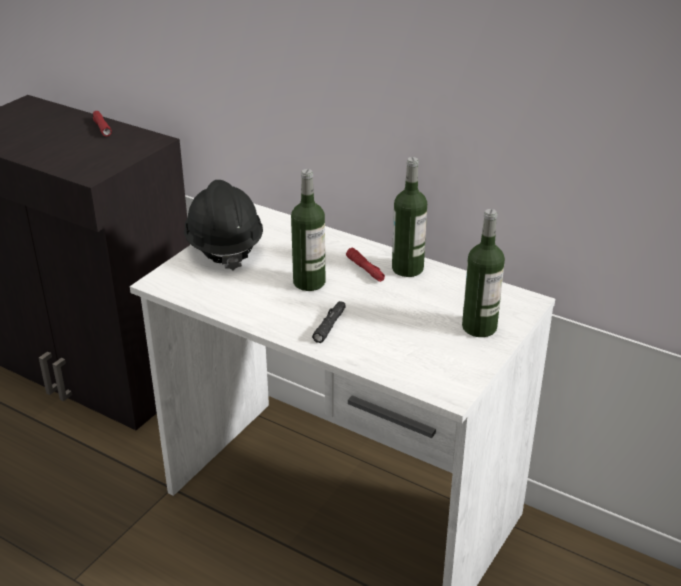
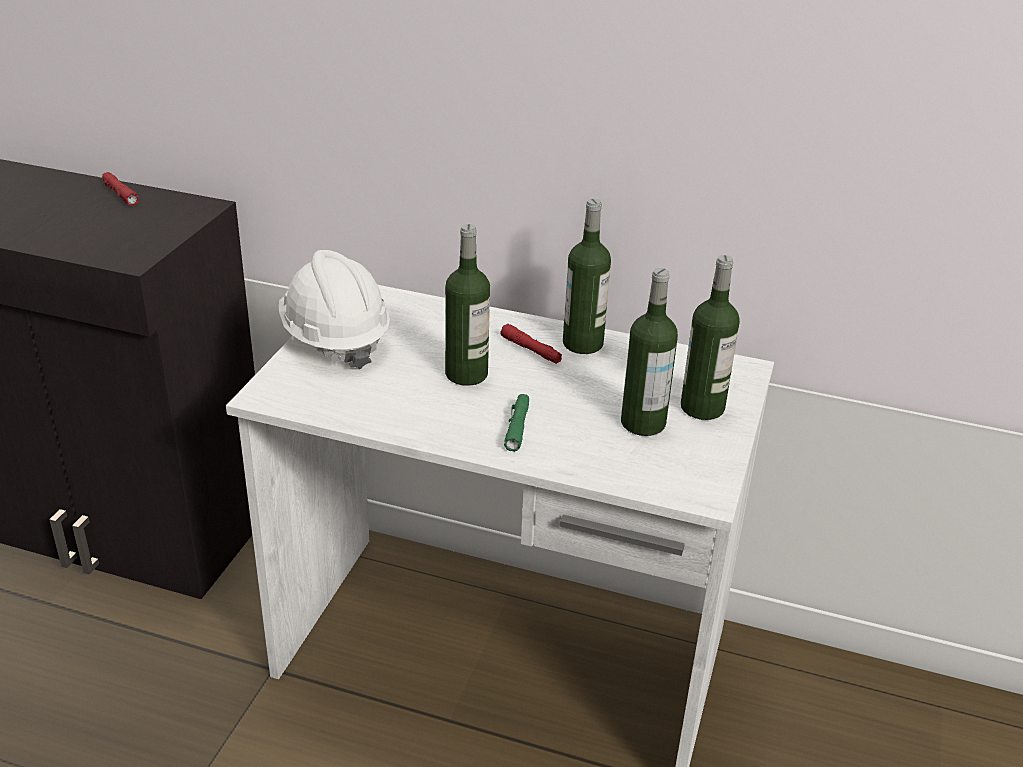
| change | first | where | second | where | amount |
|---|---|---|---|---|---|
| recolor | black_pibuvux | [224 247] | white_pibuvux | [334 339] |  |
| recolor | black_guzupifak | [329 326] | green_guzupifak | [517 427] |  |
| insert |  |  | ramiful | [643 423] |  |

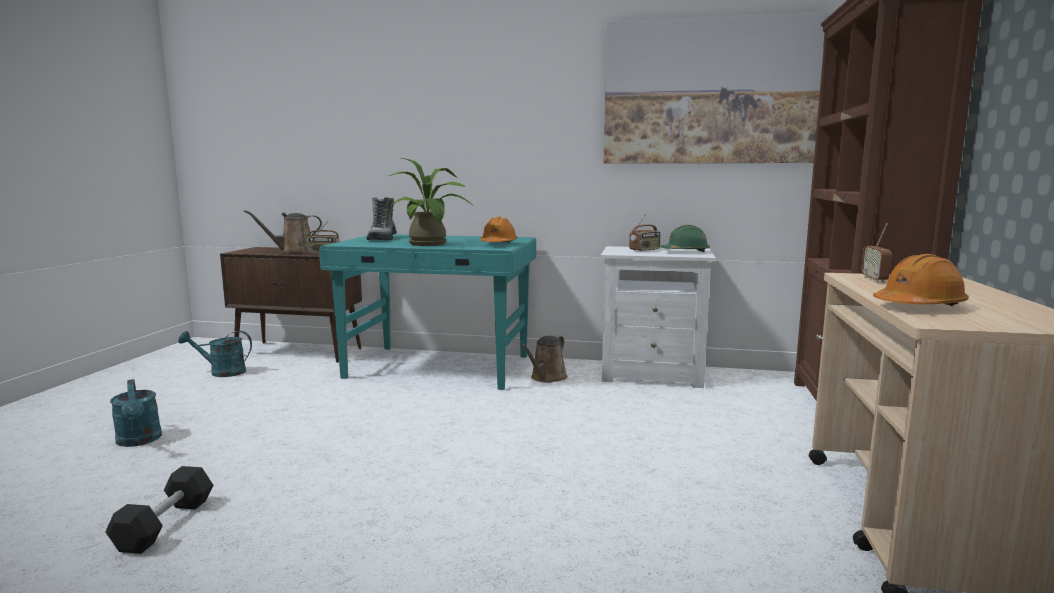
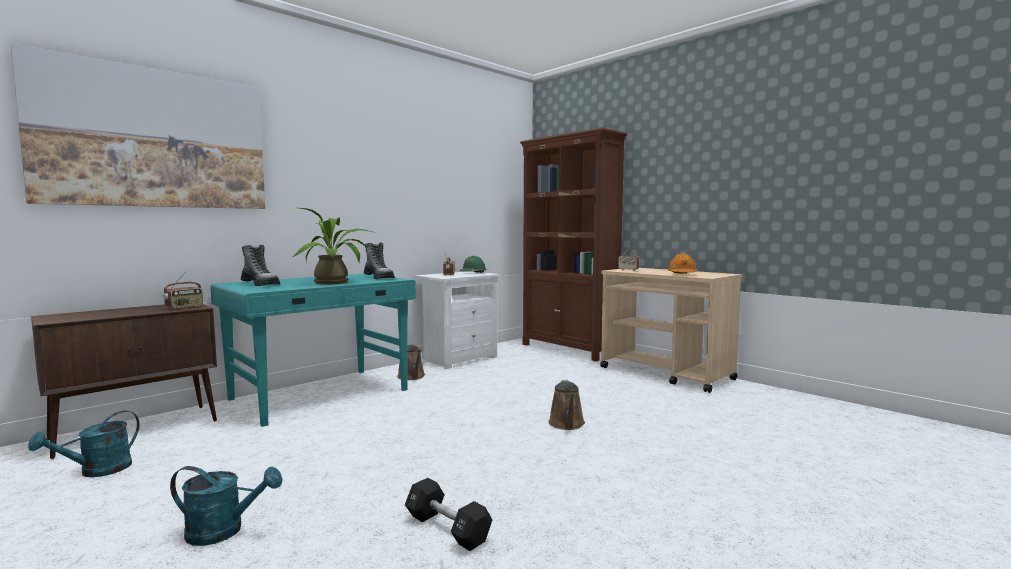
| change | first | where | second | where | amount |
|---|---|---|---|---|---|
| move | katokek | [709 92] |  | [155 139] |  |
| replace | orange_pibuvux | [498 244] | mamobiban | [379 278] |  |
| move | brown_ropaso | [294 251] |  | [567 424] |  |

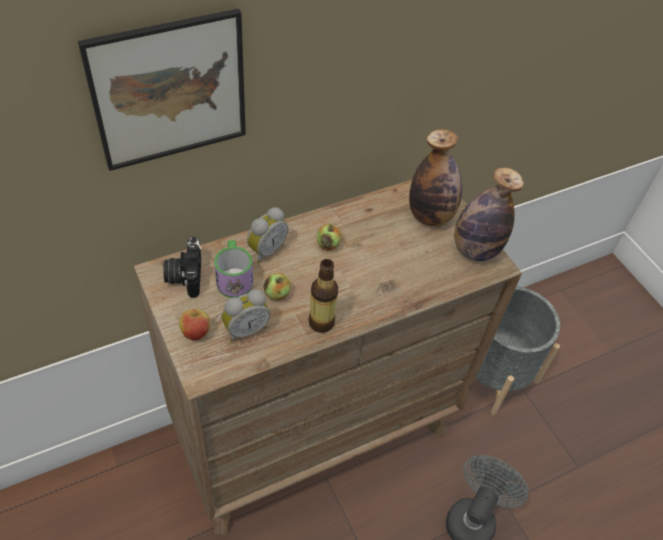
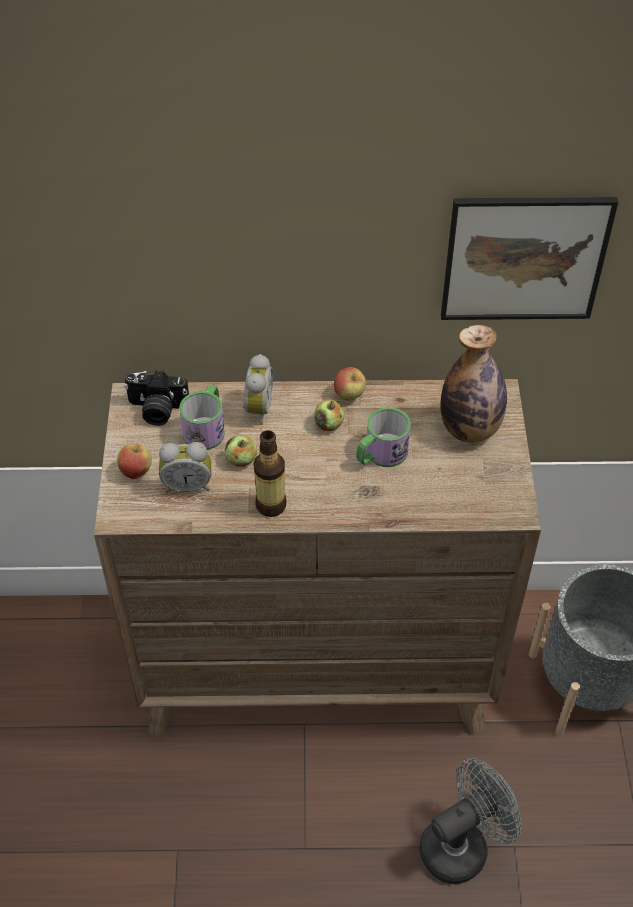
| change | first | where | second | where | amount |
|---|---|---|---|---|---|
| rotate | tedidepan | [185 276] |  | [157 410] | 105 degrees counterclockwise |
| rotate | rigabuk | [265 250] |  | [256 409] | 60 degrees counterclockwise |
| insert |  |  | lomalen | [349 396] |  |
| insert |  |  | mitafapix | [380 454] |  |
| move | katokek | [169 91] |  | [524 258] |  |
| delete | ramiful | [475 250] |  |  |  |

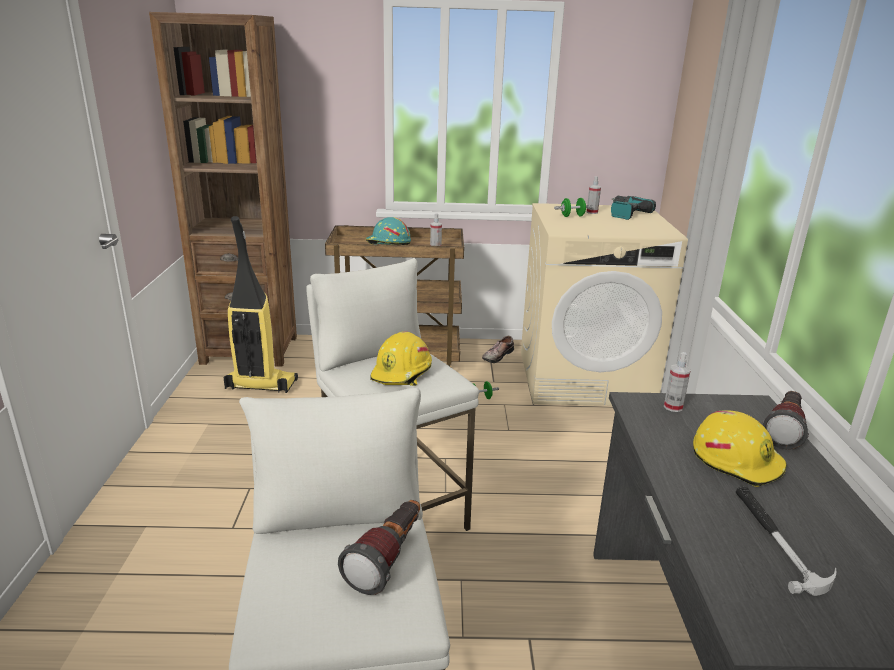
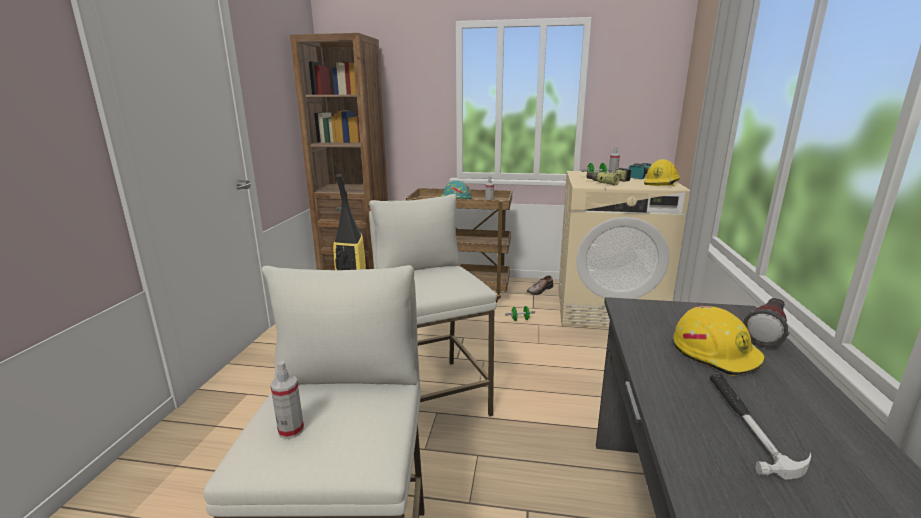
| change | first | where | second | where | amount |
|---|---|---|---|---|---|
| move | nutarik | [673 407] |  | [291 430] |  |
| insert |  |  | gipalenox | [608 181] |  |
| move | yellow_pibuvux | [402 373] |  | [661 183] |  |
| delete | guzupifak | [388 558] |  |  |  |

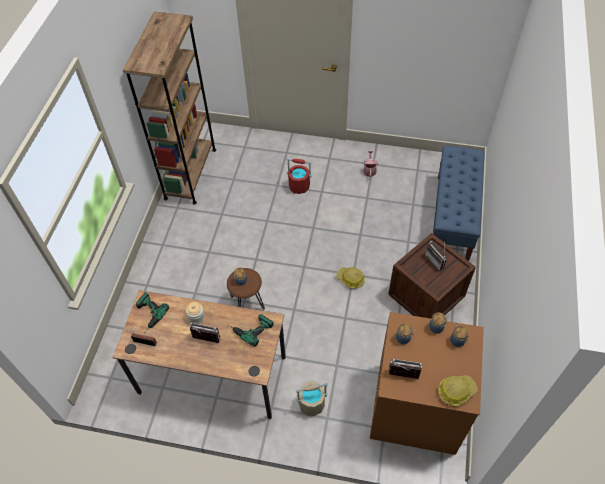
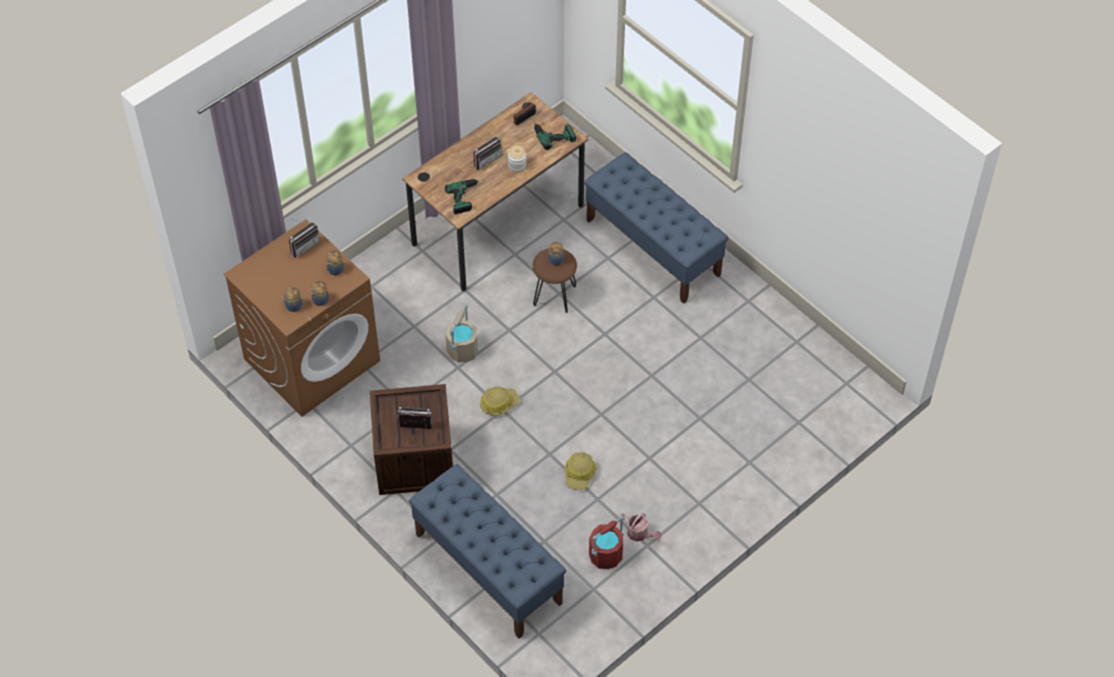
| change | first | where | second | where | amount |
|---|---|---|---|---|---|
| move | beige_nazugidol | [311 404] |  | [462 350] |  |
| move | pibuvux | [456 391] |  | [580 474] |  |
| insert |  |  | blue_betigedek | [653 248] |  |
| move | red_nazugidol | [299 186] |  | [605 555] |  |
| delete | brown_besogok | [190 173] |  |  |  |

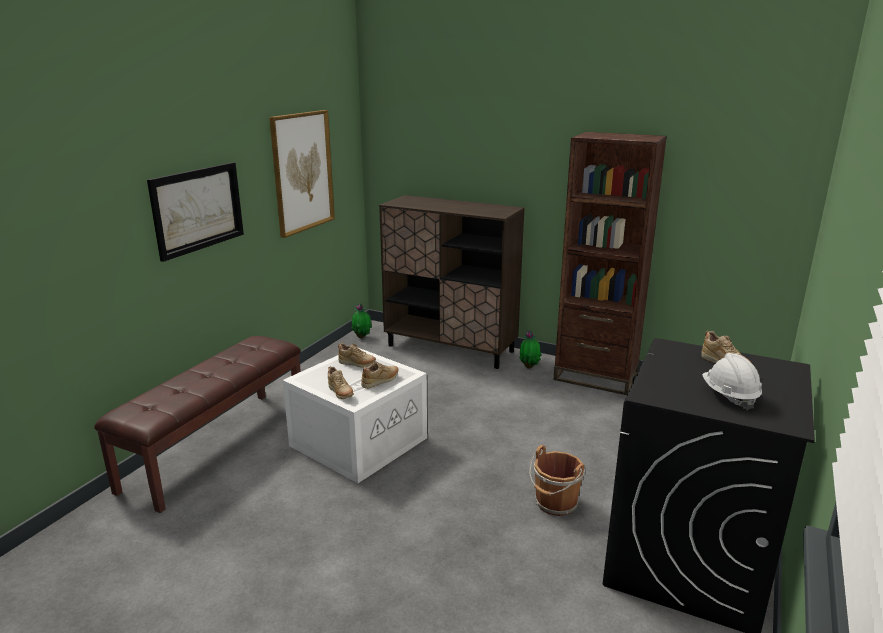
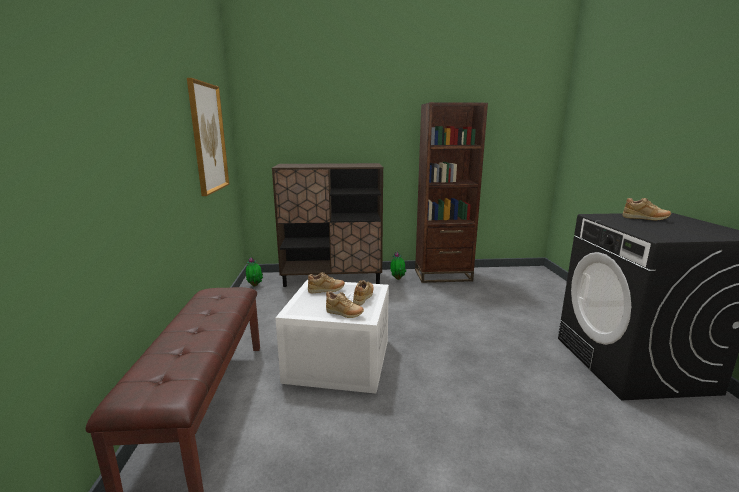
| change | first | where | second | where | amount |
|---|---|---|---|---|---|
| delete | katokek | [197 209] |  |  |  |
| delete | brown_nazugidol | [555 504] |  |  |  |
| delete | white_pibuvux | [729 396] |  |  |  |

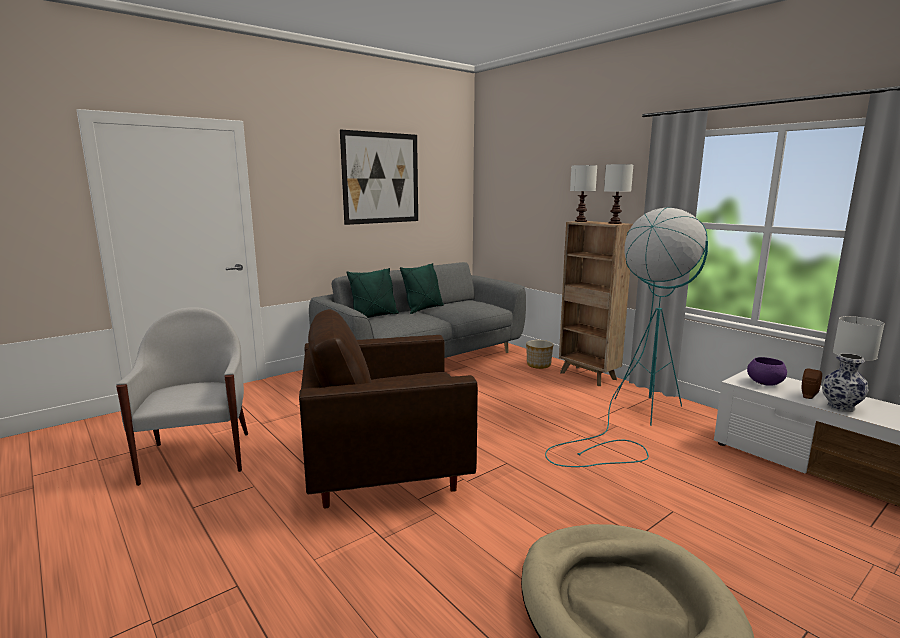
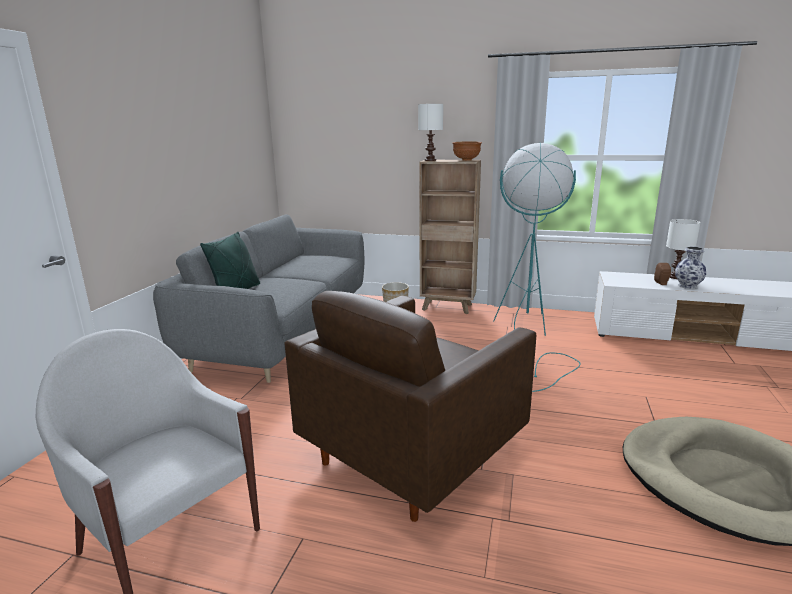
| change | first | where | second | where | amount |
|---|---|---|---|---|---|
| replace | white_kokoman | [614 223] | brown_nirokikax | [466 160] |  |
| delete | katokek | [381 178] |  |  |  |
| delete | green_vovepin | [423 309] |  |  |  |
| delete | purple_nirokikax | [765 383] |  |  |  |

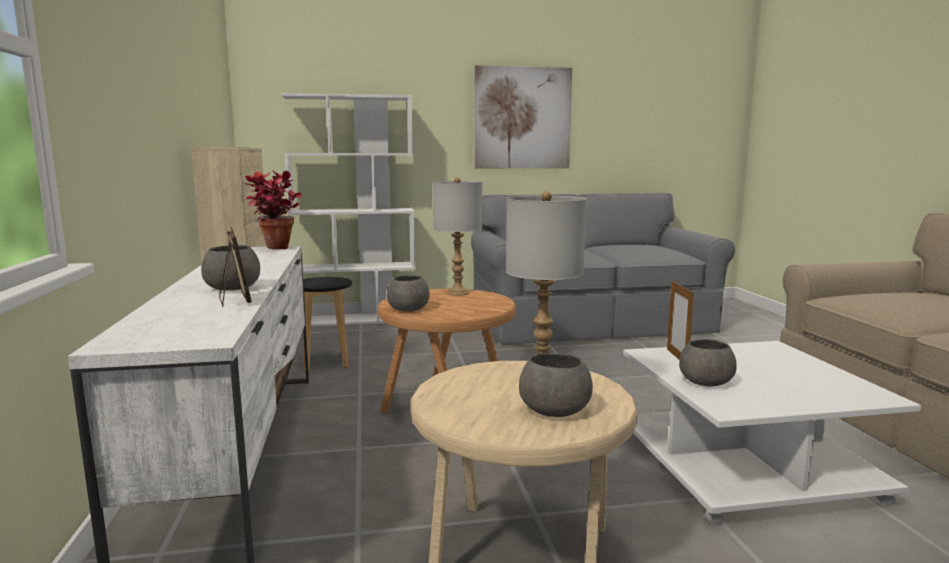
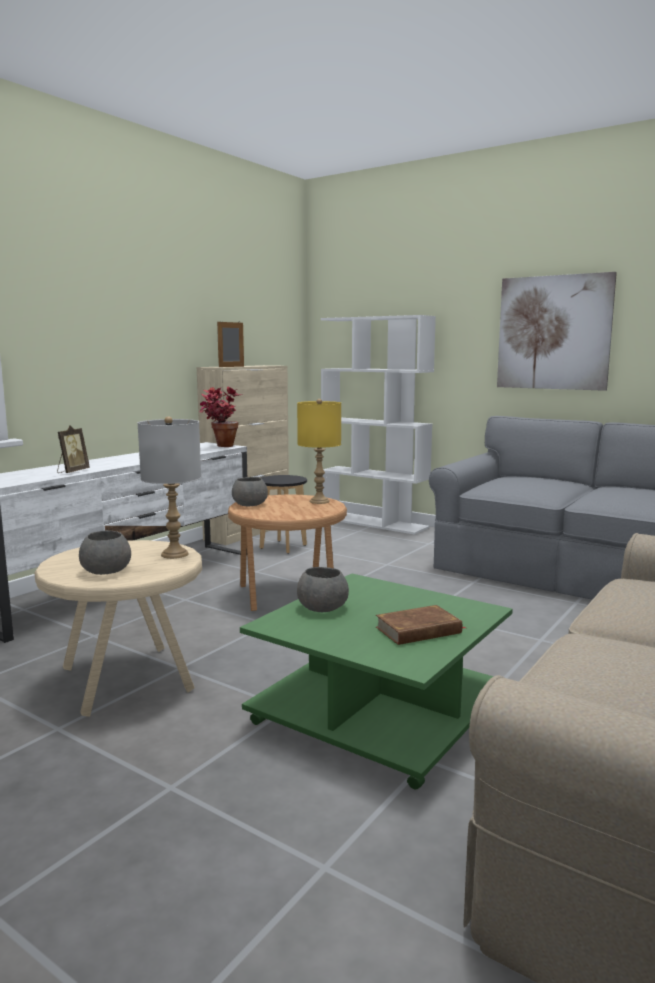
| change | first | where | second | where | amount |
|---|---|---|---|---|---|
| move | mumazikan | [677 357] |  | [231 366] |  |
| recolor | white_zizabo | [748 467] | green_zizabo | [380 713] |  |
| recolor | grey_kokoman | [457 293] | yellow_kokoman | [319 501] |  |
| insert |  |  | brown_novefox | [419 630] |  |
| delete | grey_nirokikax | [233 288] |  |  |  |

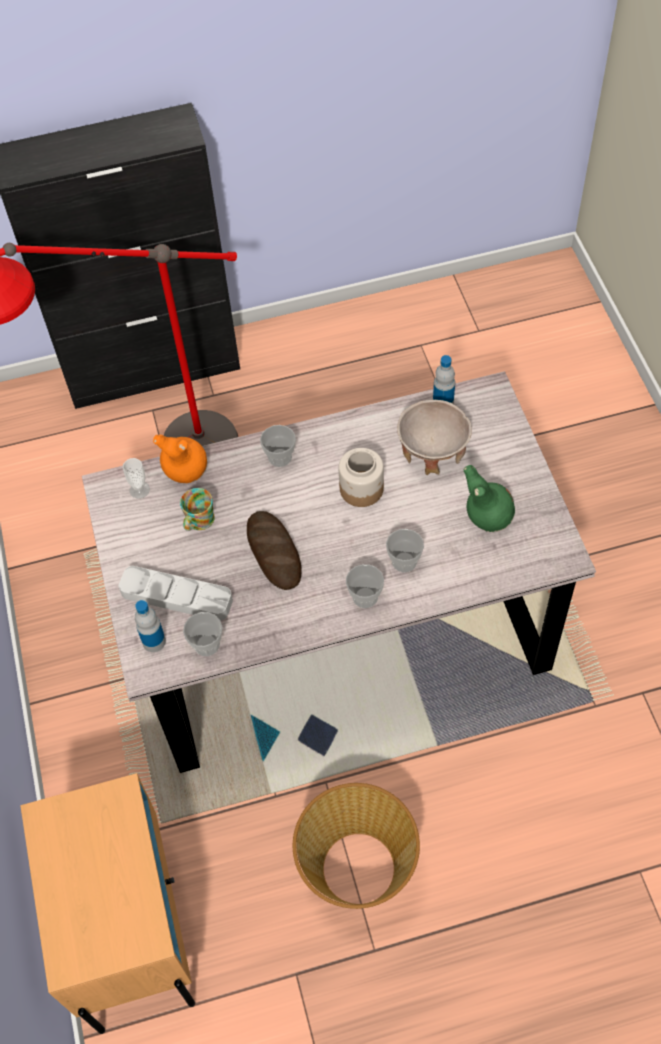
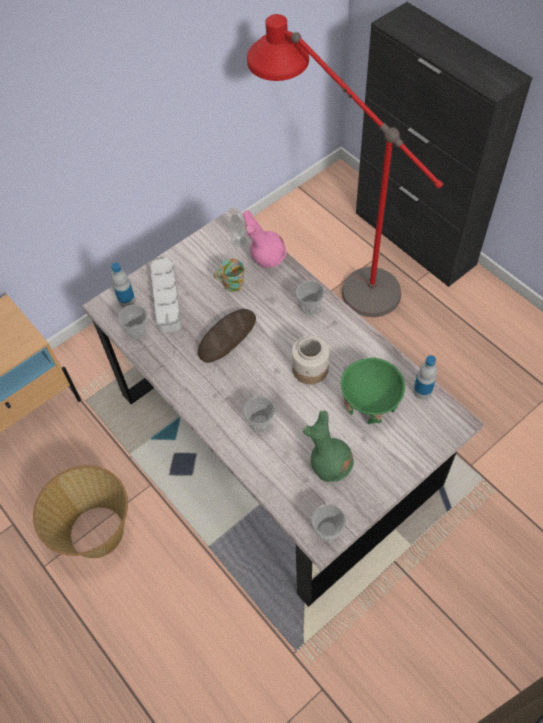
| change | first | where | second | where | amount |
|---|---|---|---|---|---|
| recolor | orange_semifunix | [184 472] | pink_semifunix | [266 258] |  |
| move | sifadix | [365 597] |  | [327 530] |  |
| recolor | beige_nirokikax | [432 453] | green_nirokikax | [370 402] |  |

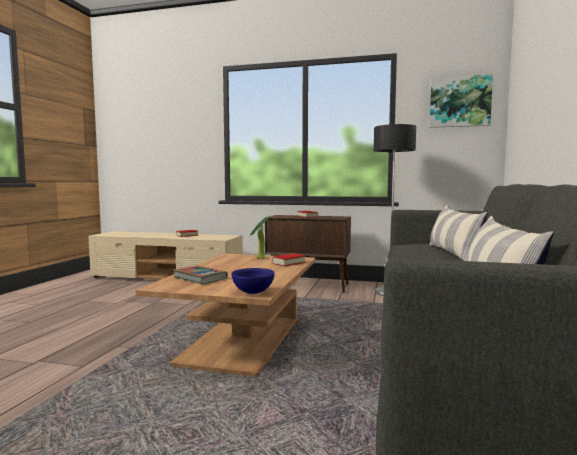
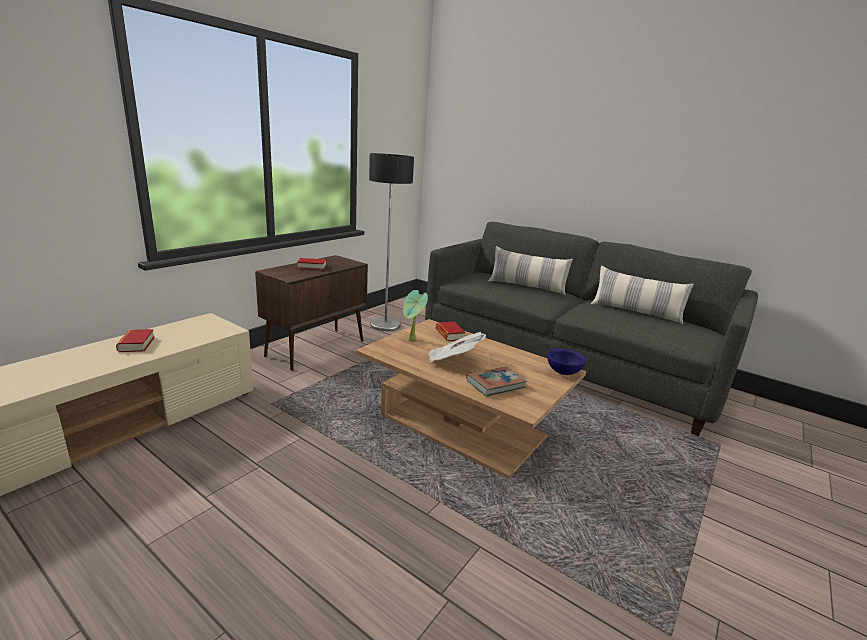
| change | first | where | second | where | amount |
|---|---|---|---|---|---|
| insert |  |  | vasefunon | [453 360] |  |
| delete | katokek | [459 102] |  |  |  |

